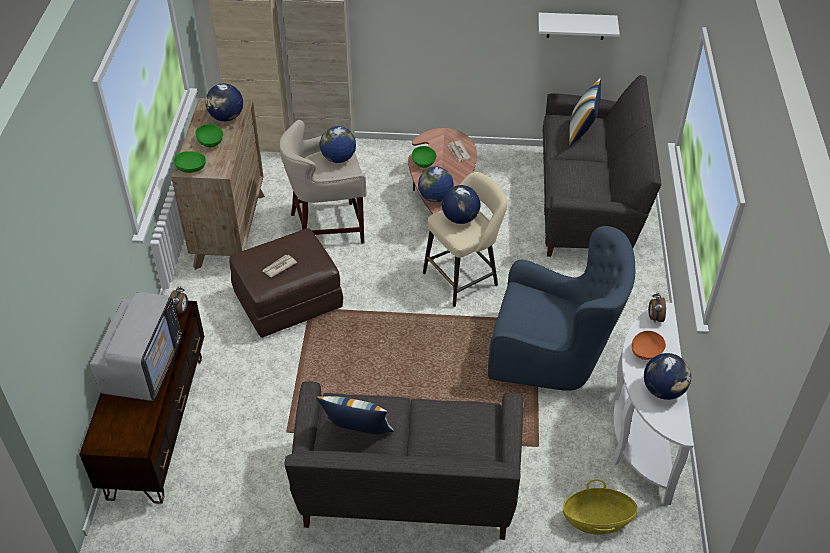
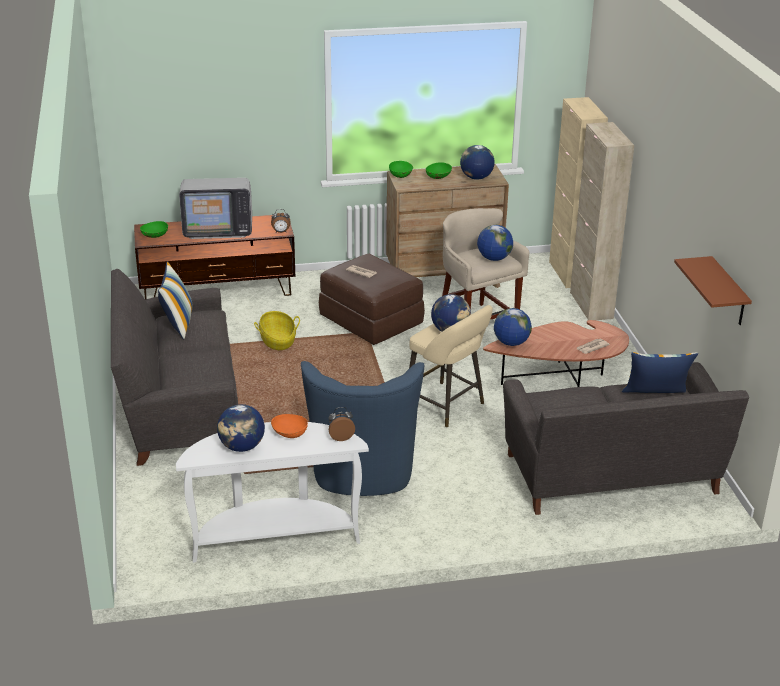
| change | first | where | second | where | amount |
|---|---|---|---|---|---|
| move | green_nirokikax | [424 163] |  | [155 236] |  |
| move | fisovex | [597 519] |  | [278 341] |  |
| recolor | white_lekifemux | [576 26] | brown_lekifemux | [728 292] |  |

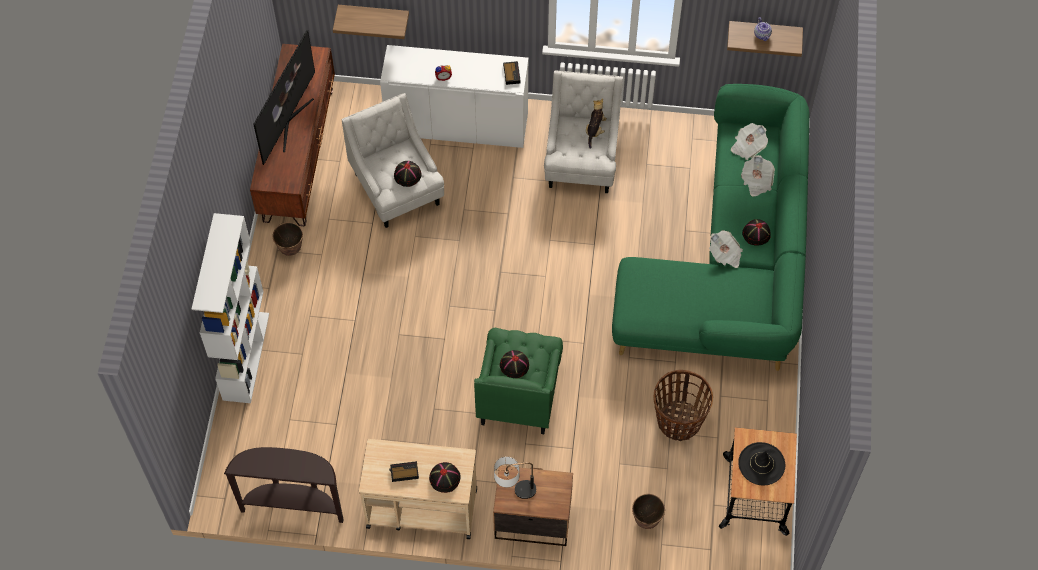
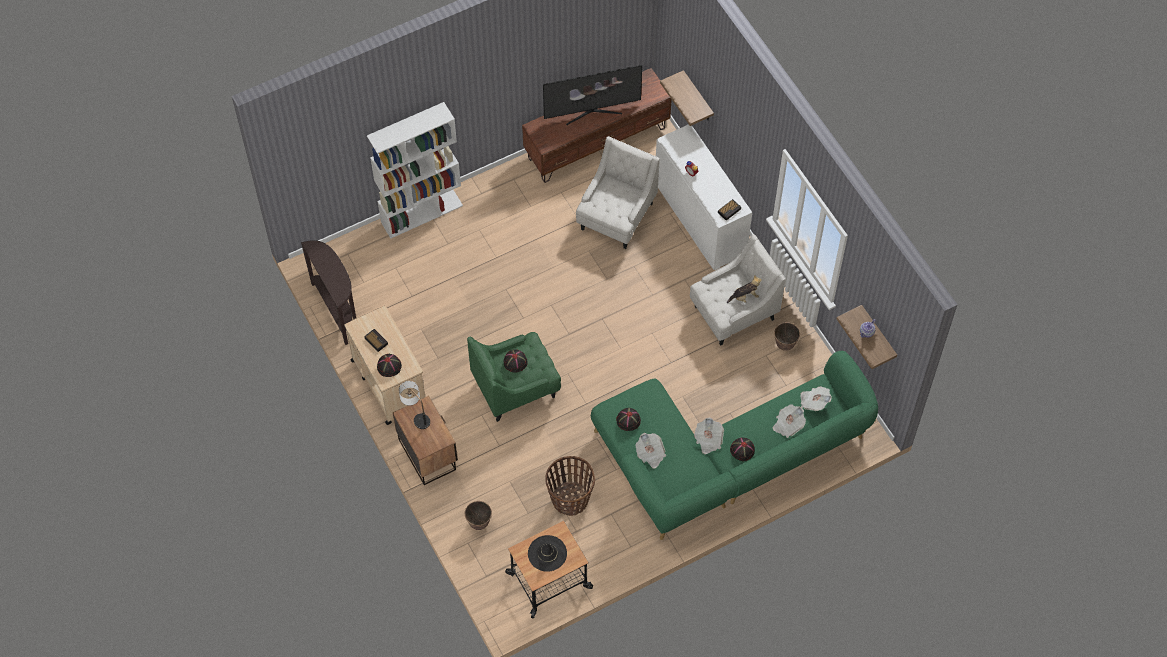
| change | first | where | second | where | amount |
|---|---|---|---|---|---|
| move | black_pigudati | [407 175] |  | [628 420] |  |
| insert |  |  | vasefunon | [650 454] |  |
| move | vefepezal | [290 249] |  | [785 344] |  |

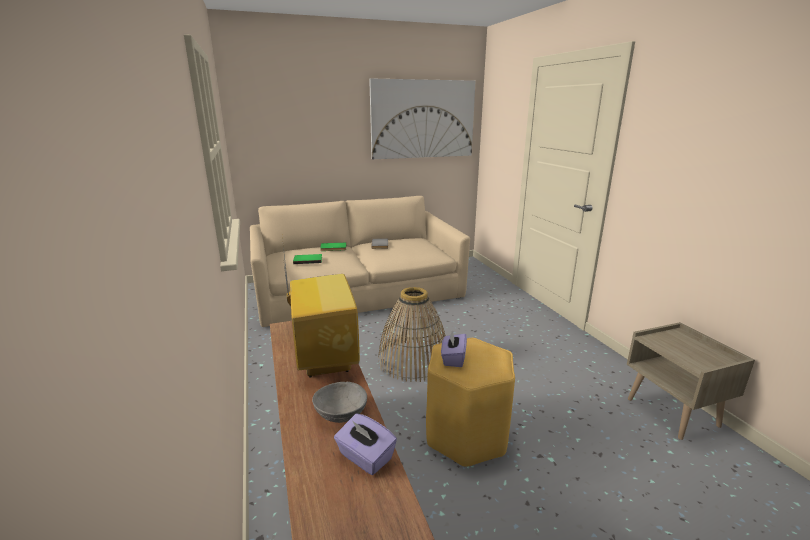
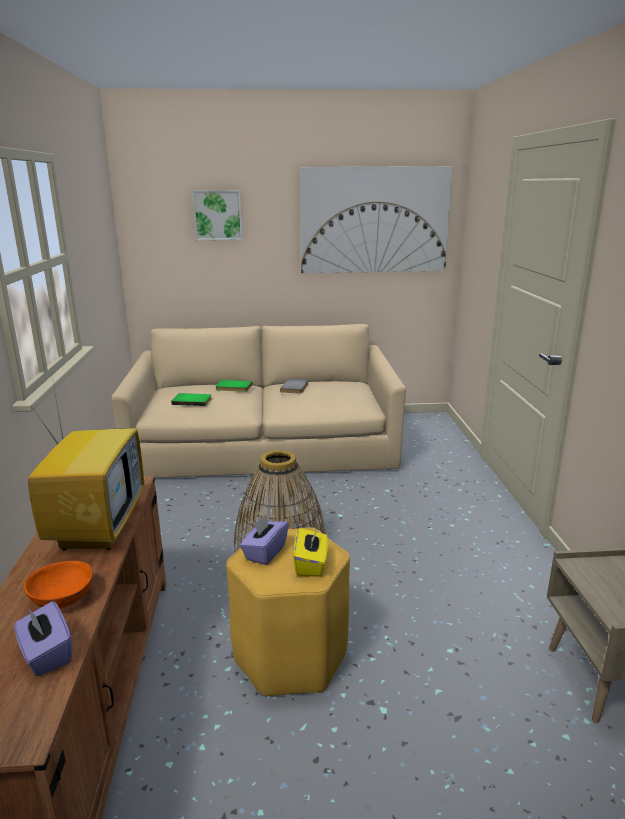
| change | first | where | second | where | amount |
|---|---|---|---|---|---|
| recolor | grey_nirokikax | [341 413] | orange_nirokikax | [62 599] |  |
| insert |  |  | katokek | [218 215] |  |
| insert |  |  | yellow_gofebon | [311 564] |  |

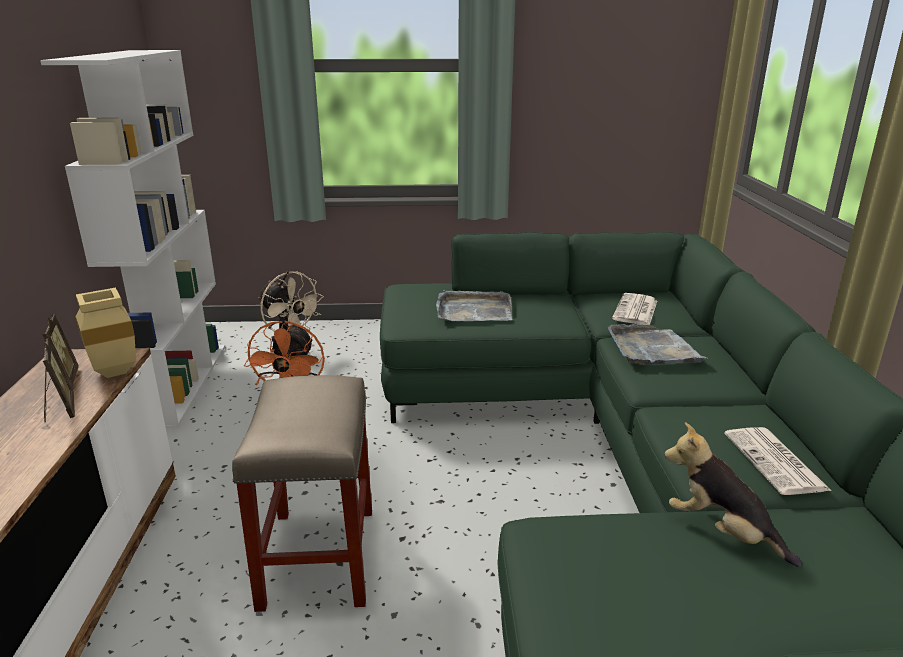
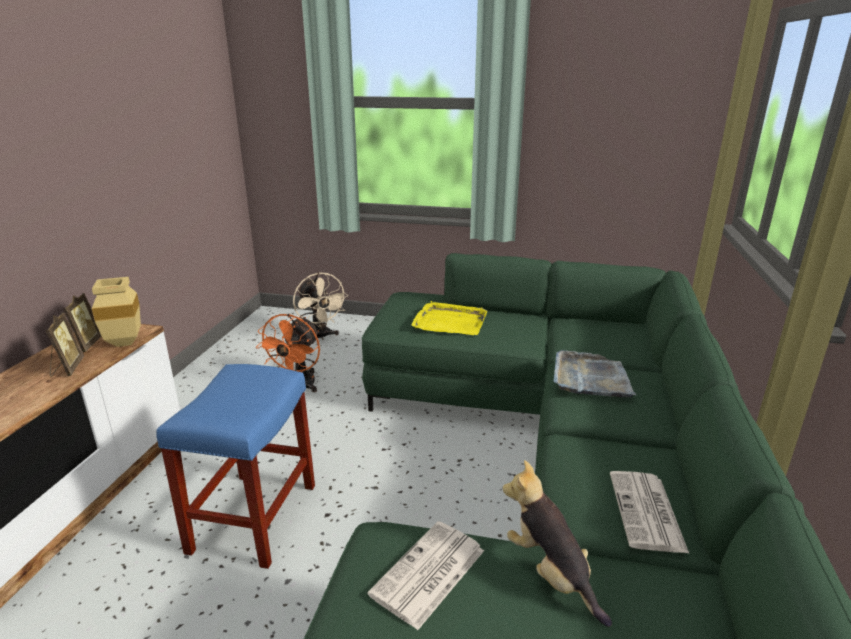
| change | first | where | second | where | amount |
|---|---|---|---|---|---|
| recolor | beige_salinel | [318 555] | blue_salinel | [254 516] |  |
| move | vasefunon | [635 310] |  | [428 574] |  |
| recolor | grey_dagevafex | [473 310] | yellow_dagevafex | [450 322] |  |
| delete | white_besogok | [180 383] |  |  |  |

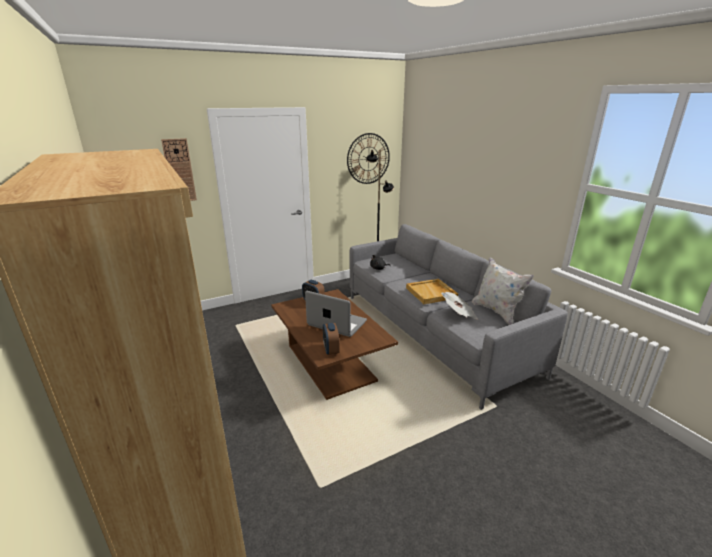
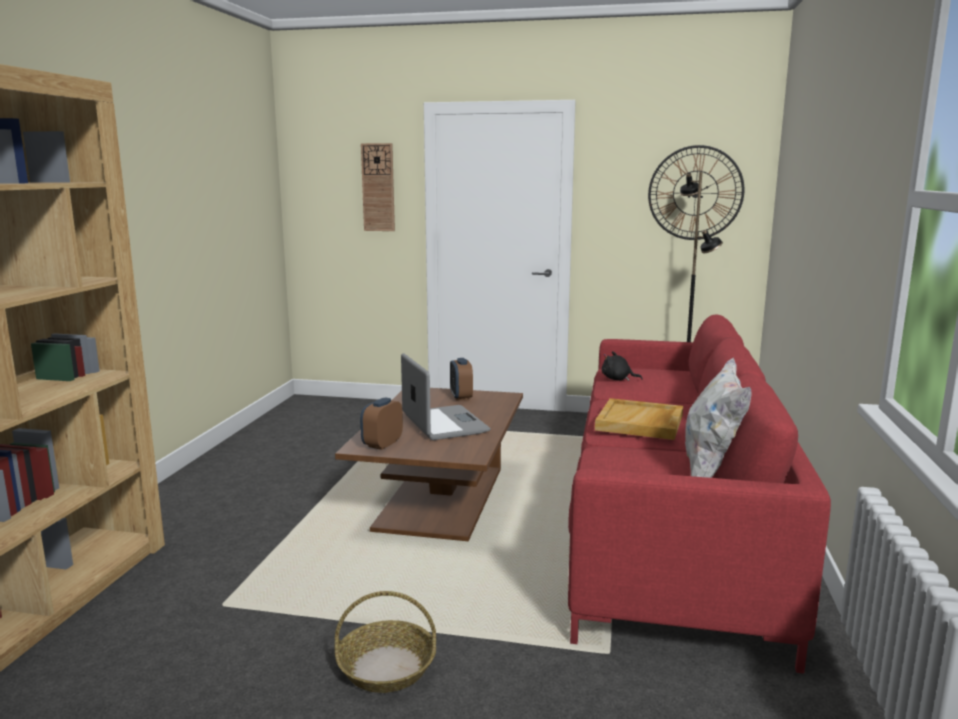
| change | first | where | second | where | amount |
|---|---|---|---|---|---|
| insert |  |  | fisovex | [386 668] |  |
| recolor | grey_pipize | [433 332] | red_pipize | [668 521] |  |
| delete | vasefunon | [459 314] |  |  |  |

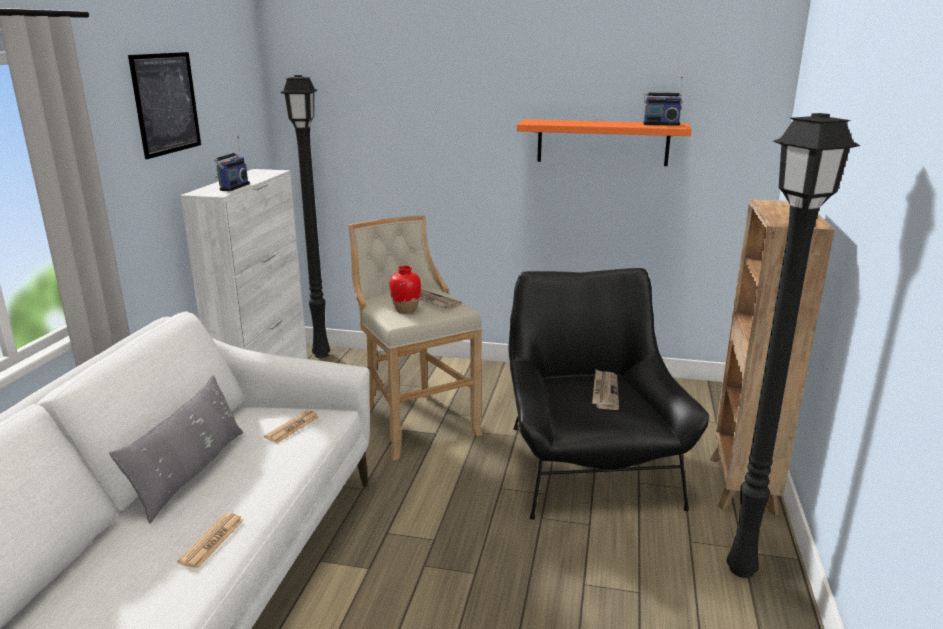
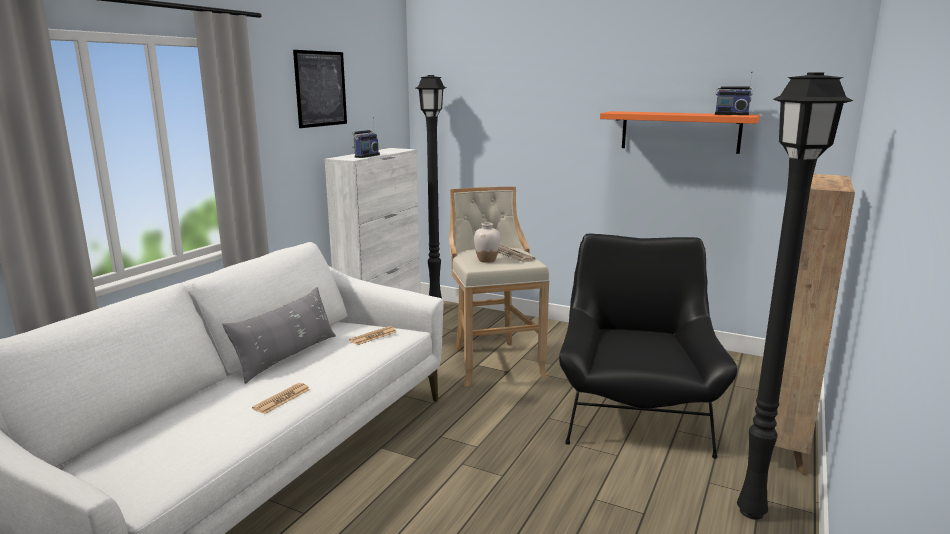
| change | first | where | second | where | amount |
|---|---|---|---|---|---|
| recolor | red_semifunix | [406 310] | white_semifunix | [487 260] |  |
| delete | vasefunon | [604 391] |  |  |  |

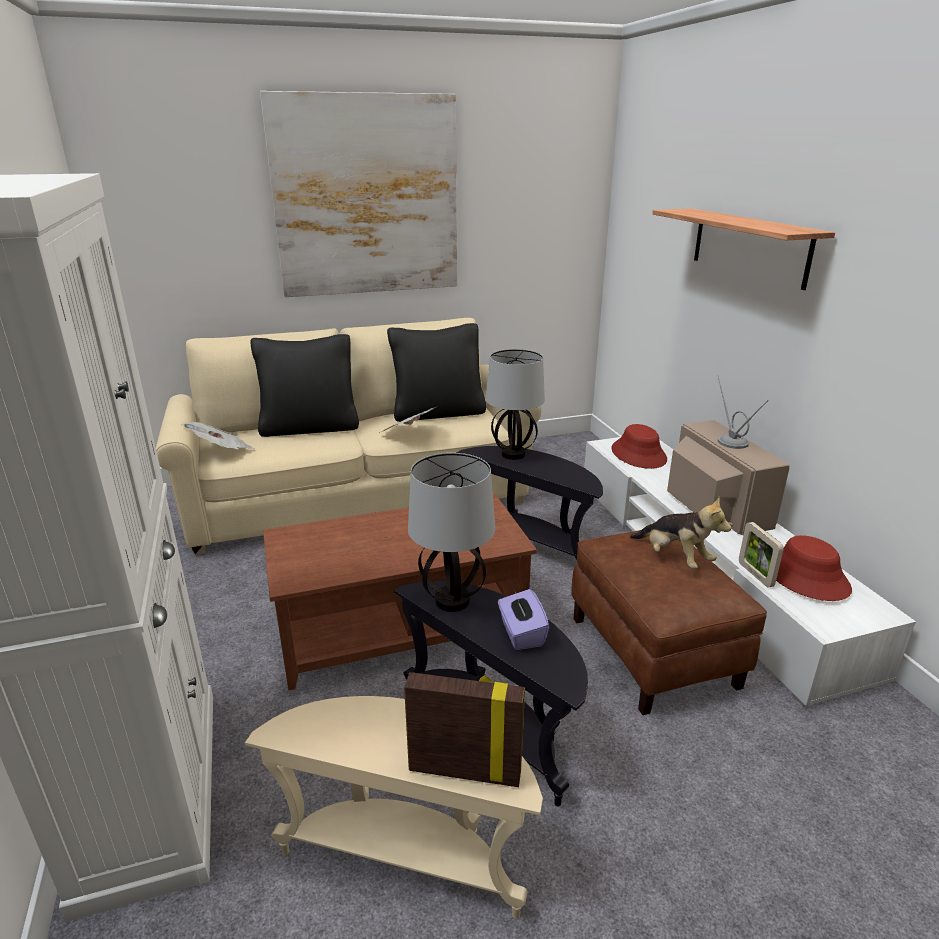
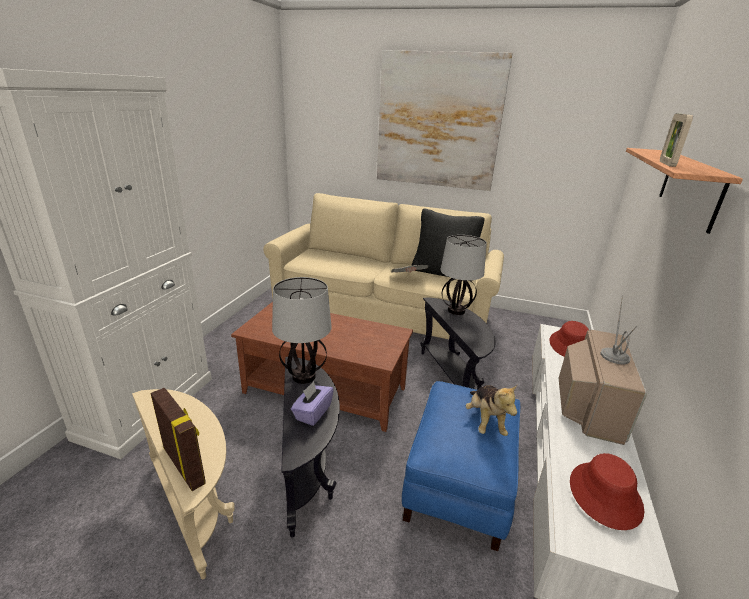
| change | first | where | second | where | amount |
|---|---|---|---|---|---|
| recolor | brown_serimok | [654 651] | blue_serimok | [459 486] |  |
| move | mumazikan | [755 575] |  | [667 164] |  |
| delete | vasefunon | [222 451] |  |  |  |
| delete | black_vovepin | [310 428] |  |  |  |

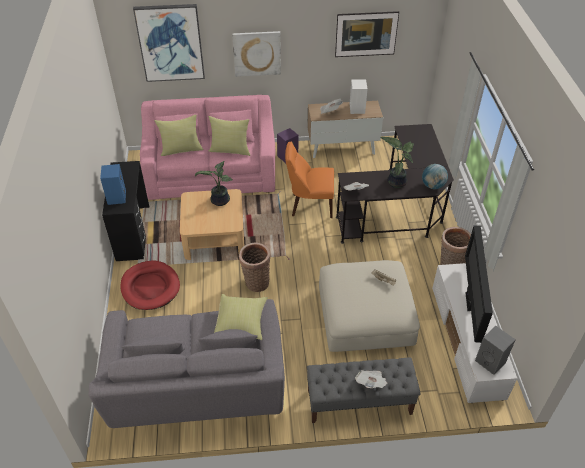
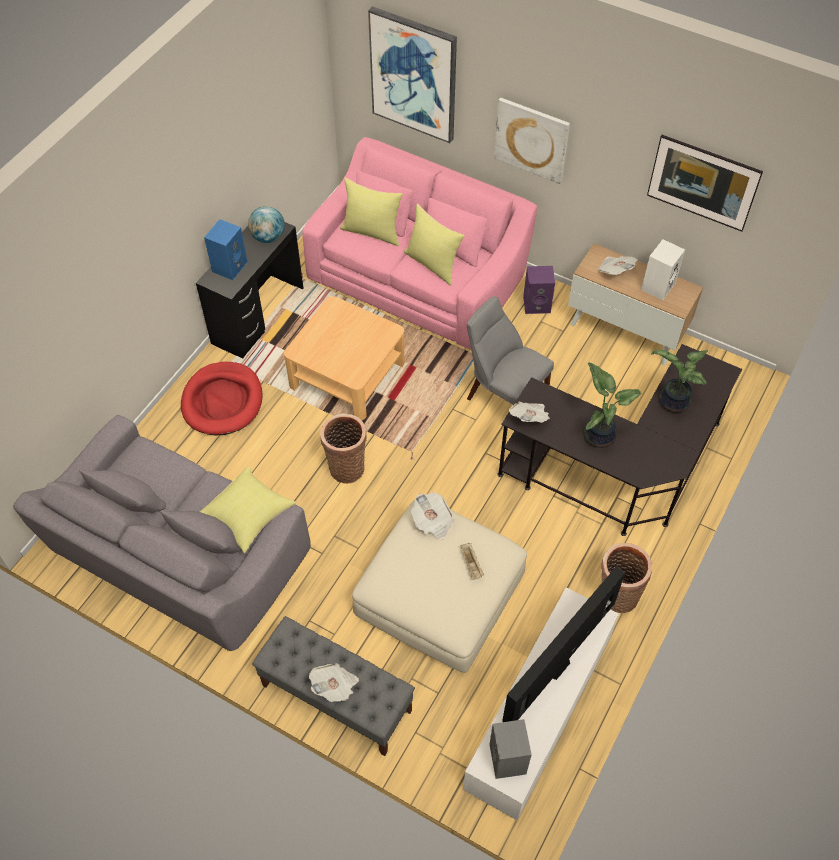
| change | first | where | second | where | amount |
|---|---|---|---|---|---|
| move | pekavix | [432 186] |  | [268 237] |  |
| insert |  |  | vasefunon | [432 522] |  |
| recolor | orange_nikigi | [310 205] | grey_nikigi | [504 396] |  |
| move | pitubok | [219 201] |  | [672 402] |  |

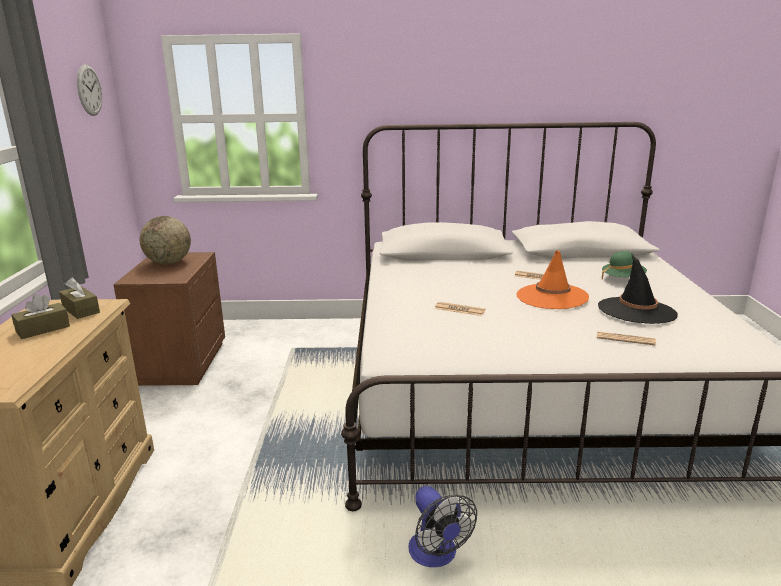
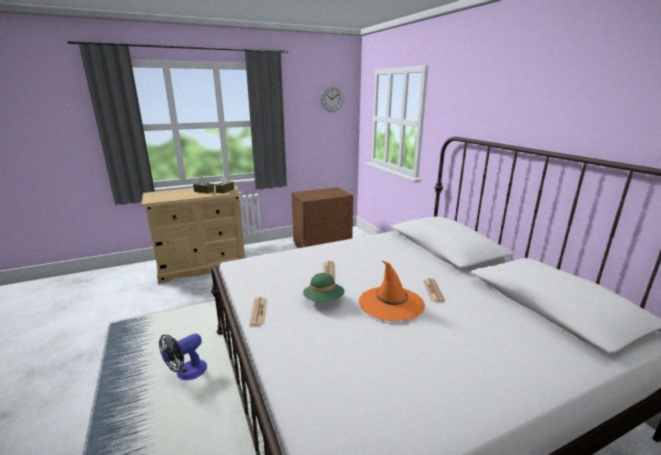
| change | first | where | second | where | amount |
|---|---|---|---|---|---|
| move | vasefunon | [625 339] |  | [258 312] |  |
| move | green_pigudati | [622 279] |  | [324 300] |  |
| delete | pekavix | [169 263] |  |  |  |
| delete | black_pigudati | [636 311] |  |  |  |

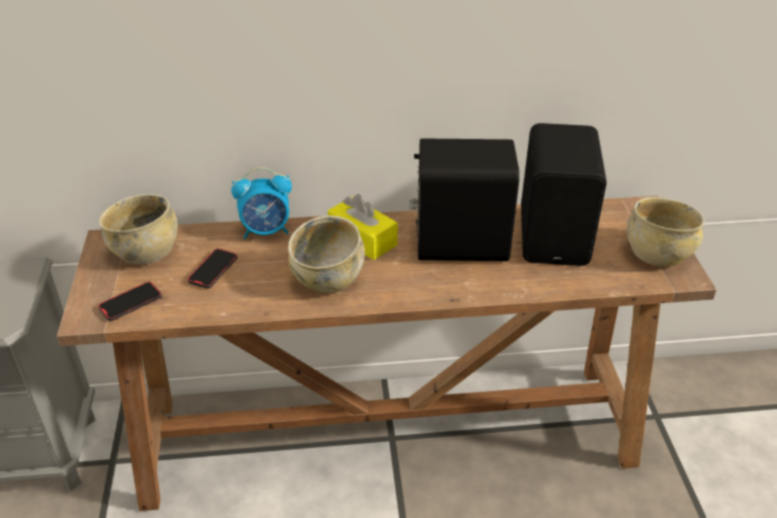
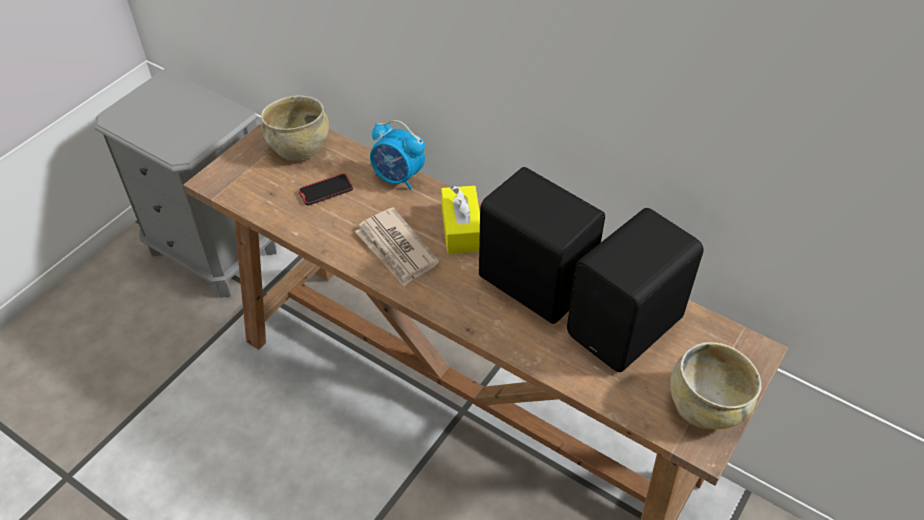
| change | first | where | second | where | amount |
|---|---|---|---|---|---|
| replace | beige_nirokikax | [328 279] | vasefunon | [396 249] |  |
| delete | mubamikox | [130 303] |  |  |  |

